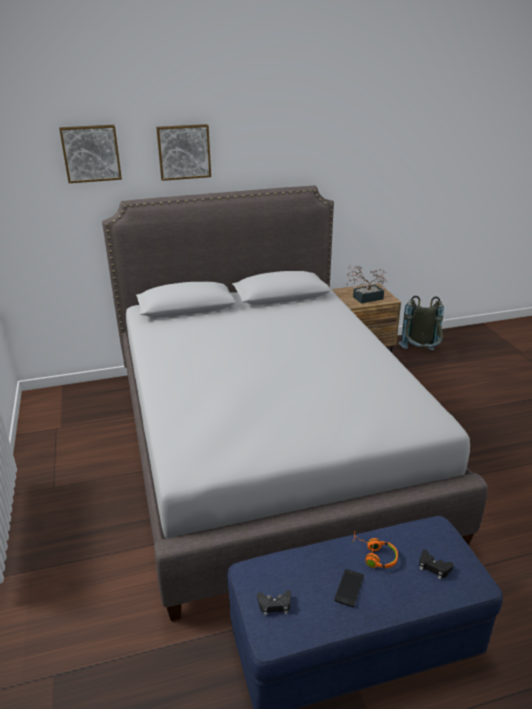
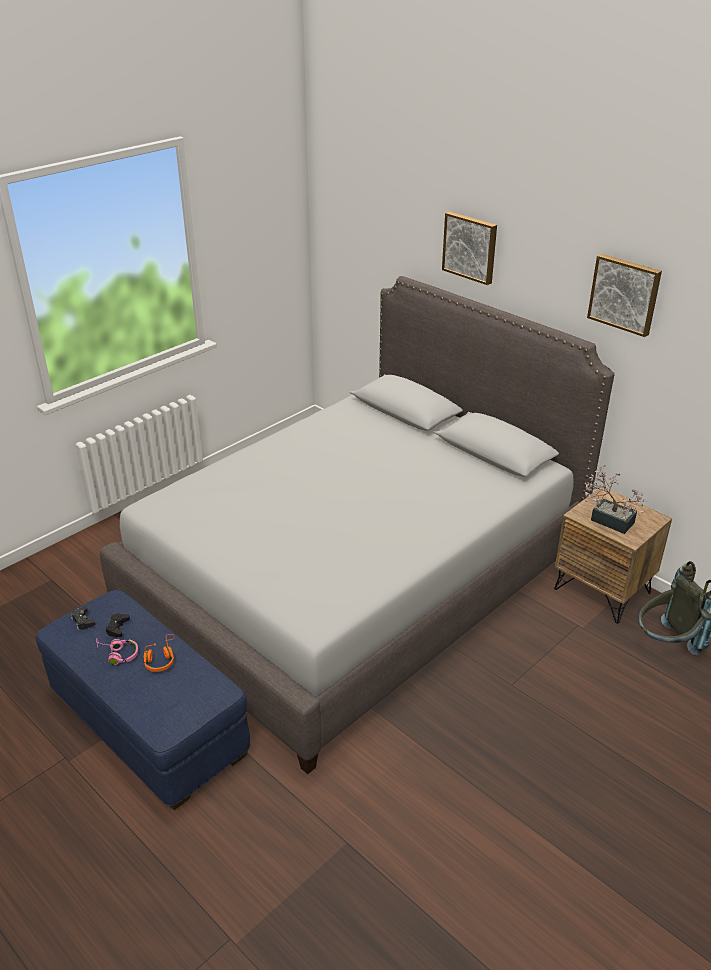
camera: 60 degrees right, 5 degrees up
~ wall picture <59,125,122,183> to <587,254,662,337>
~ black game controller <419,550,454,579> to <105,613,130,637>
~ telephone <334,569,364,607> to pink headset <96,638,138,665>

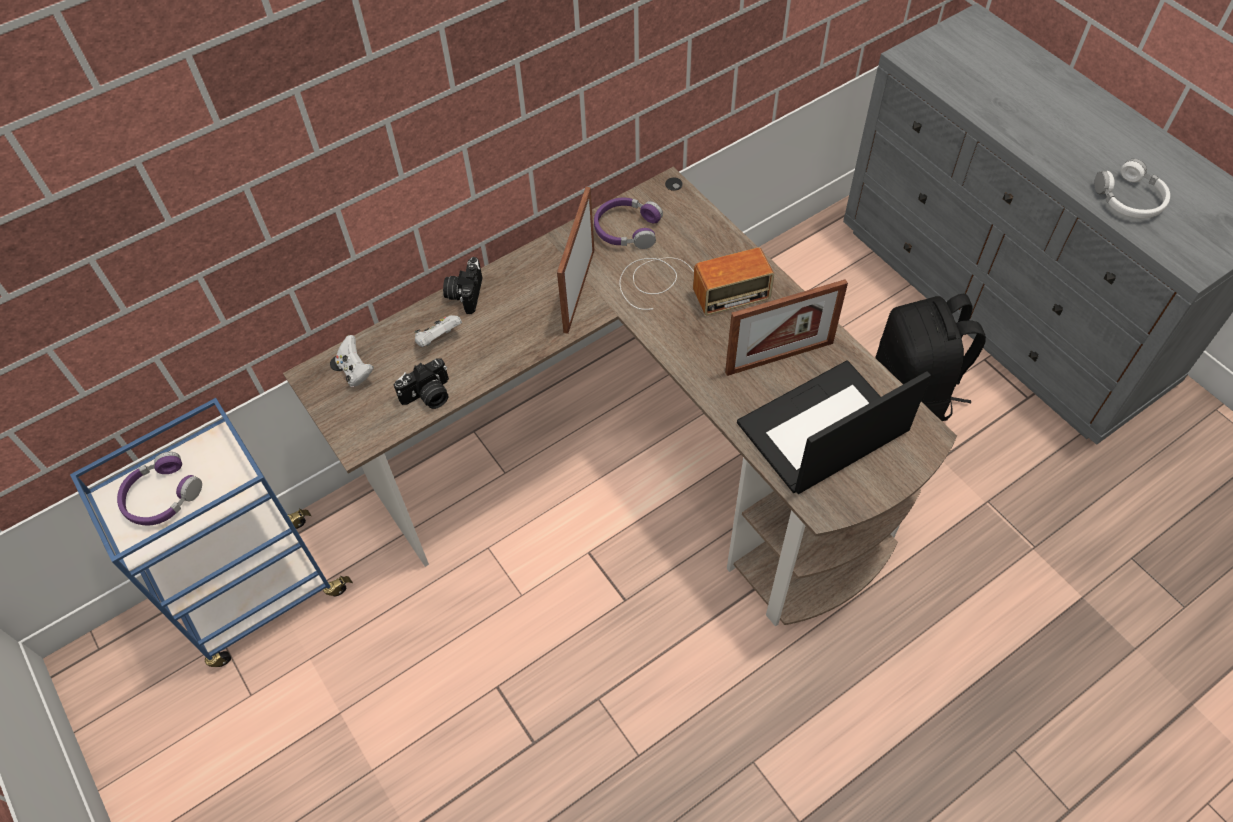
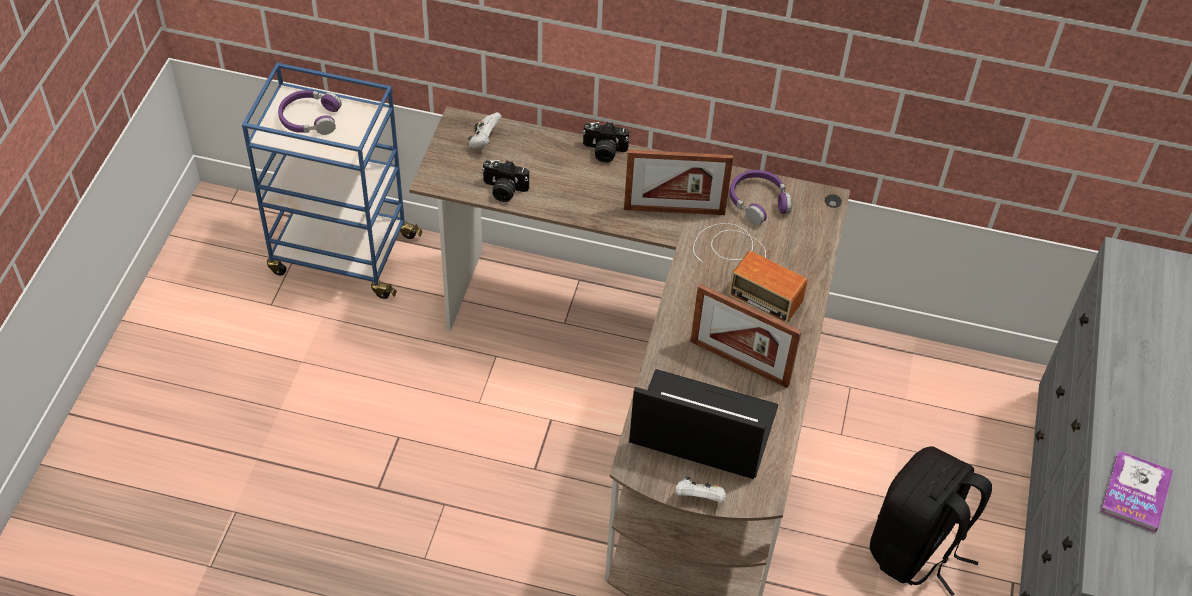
camera: 45 degrees right, 5 degrees down
~ white-coloured headset <1094,159,1170,218> to bound book <1100,451,1173,532>
~ standing frame <557,187,594,334> = <624,150,733,215> 150 degrees counterclockwise
~ still camera <443,257,482,314> = <582,122,629,163> 135 degrees counterclockwise
~ white-coloured game controller <414,315,462,347> to <675,476,726,503>

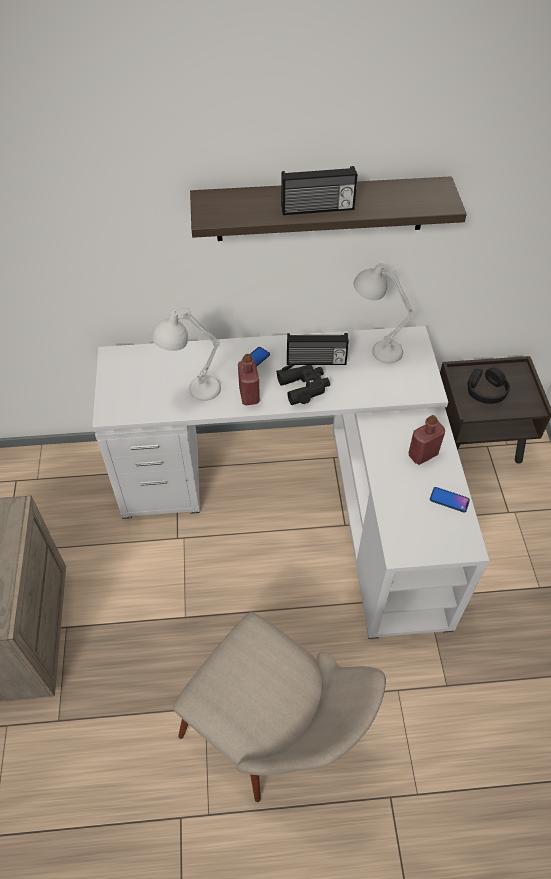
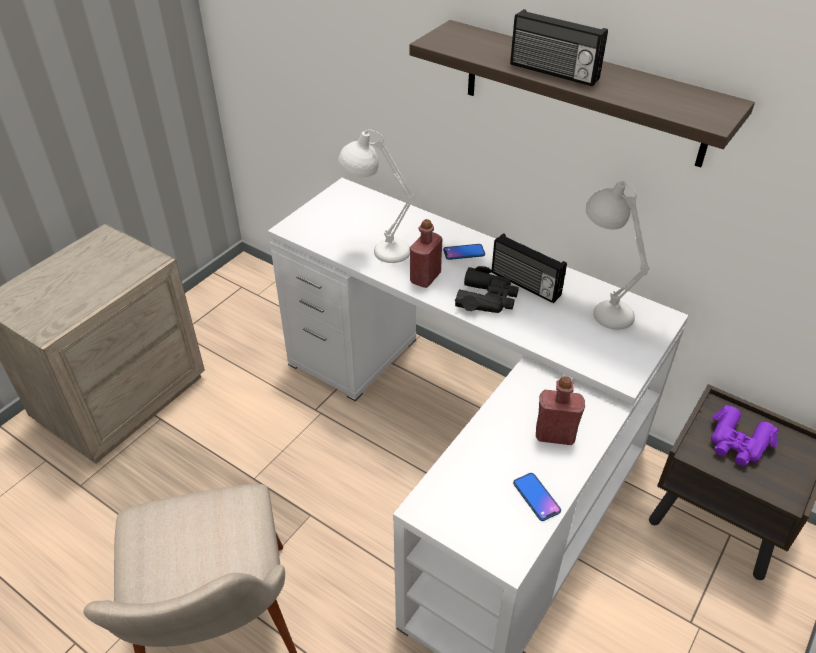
camera: 40 degrees right, 10 degrees down
~ black headset <467,368,510,404> to purple-coloured field glasses <711,405,779,466>

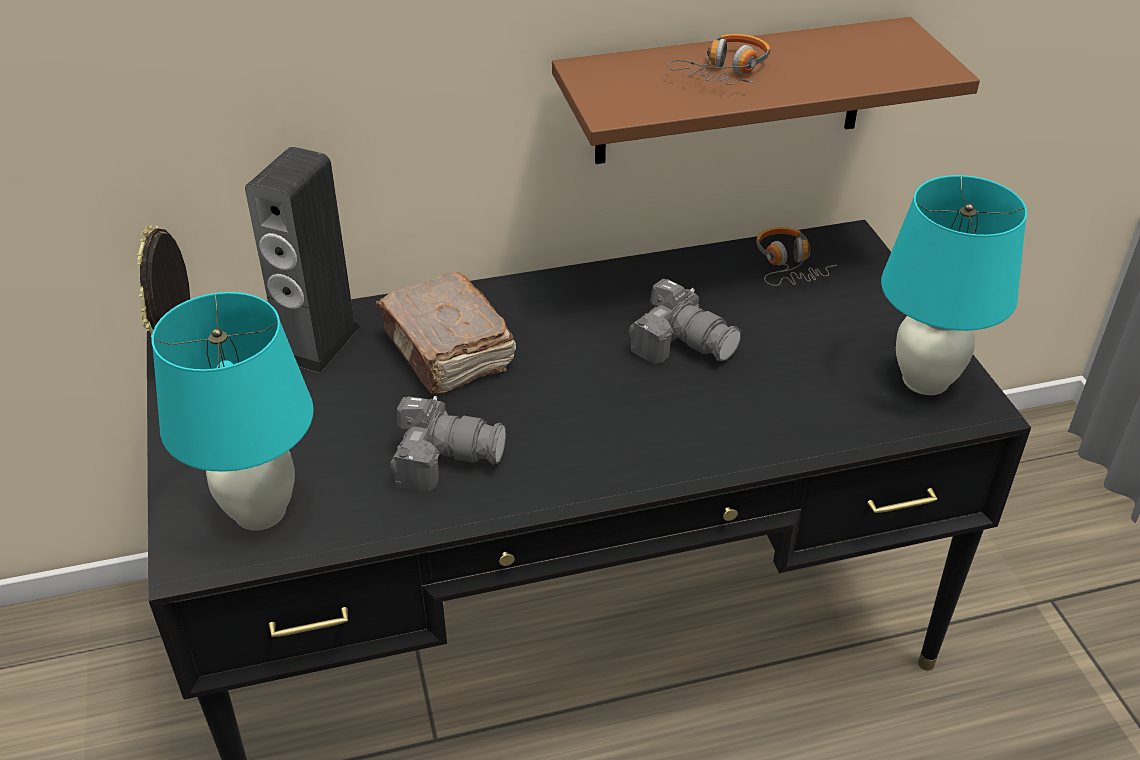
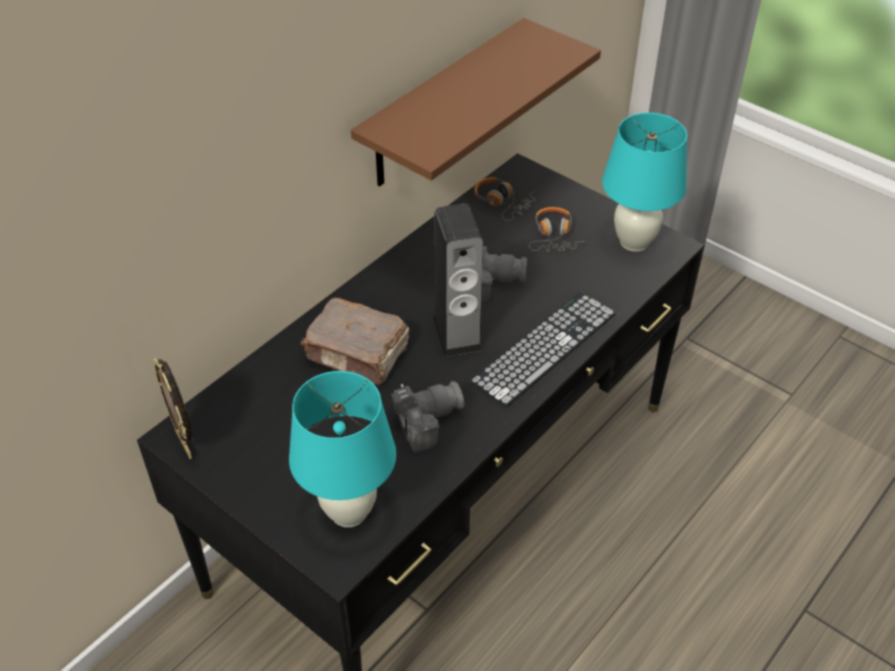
camera: 35 degrees left, 5 degrees up
~ headset <668,34,770,85> to <529,207,585,252>
~ audio speaker <245,147,360,373> to <433,203,483,357>
+ PC keyboard <470,292,616,407>

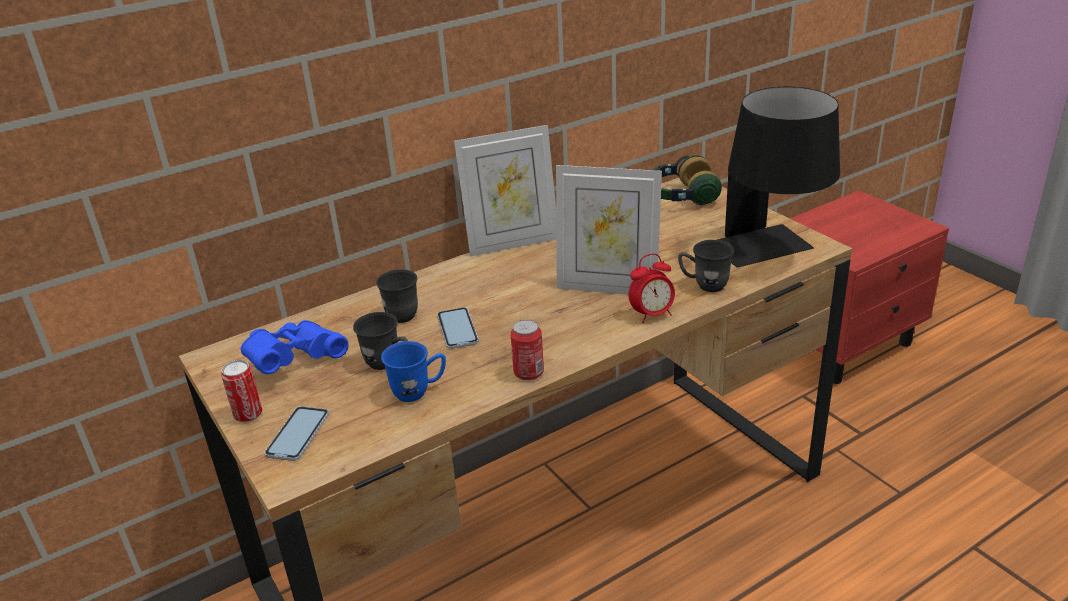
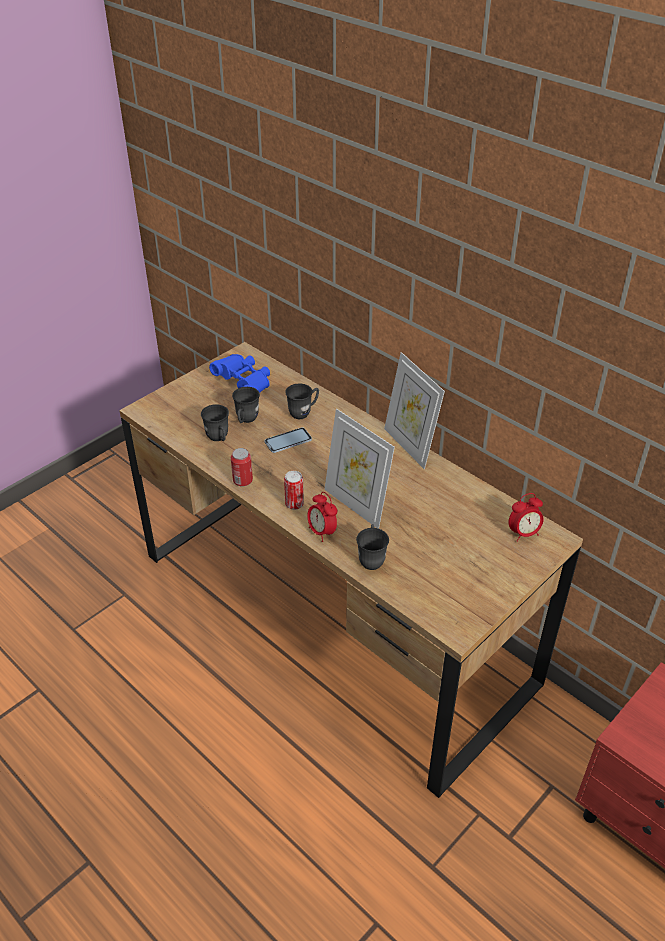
camera: 75 degrees right, 10 degrees up
- black table lamp <717,87,840,267>
~ headset <653,155,722,205> to bedside clock <509,493,544,542>
~ standing frame <556,165,662,295> = <324,409,395,529> 45 degrees counterclockwise
~ bluish mug <381,341,446,402> to gray mug <201,404,229,441>
~ metal can <221,360,262,423> to <284,471,304,510>
- telephone <264,406,329,461>

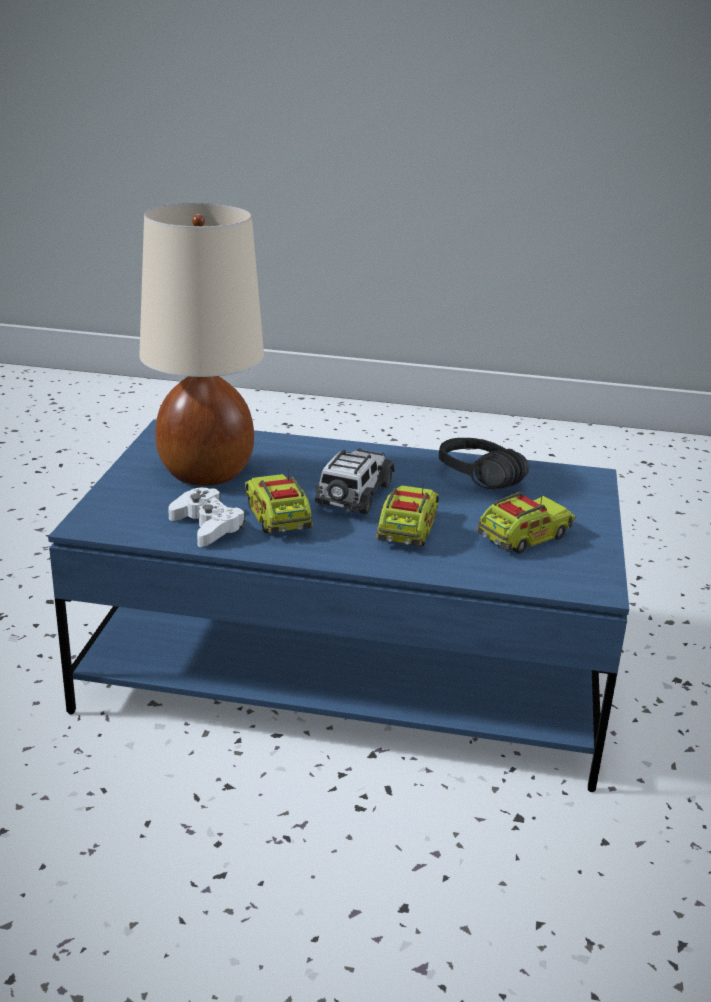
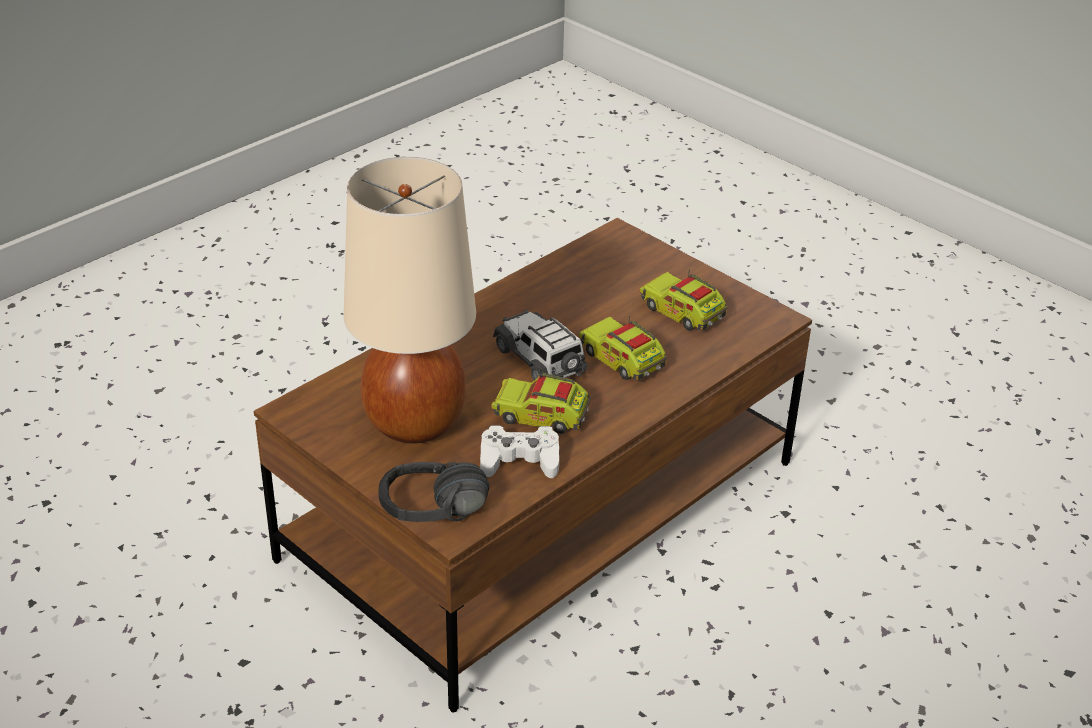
camera: 55 degrees left, 10 degrees up
~ bluish coffee table <48,420,629,792> to brown-coloured coffee table <254,218,812,712>
~ black headset <439,438,529,489> to <379,462,489,522>
~ model truck <477,492,575,554> = <640,269,728,331> 45 degrees counterclockwise

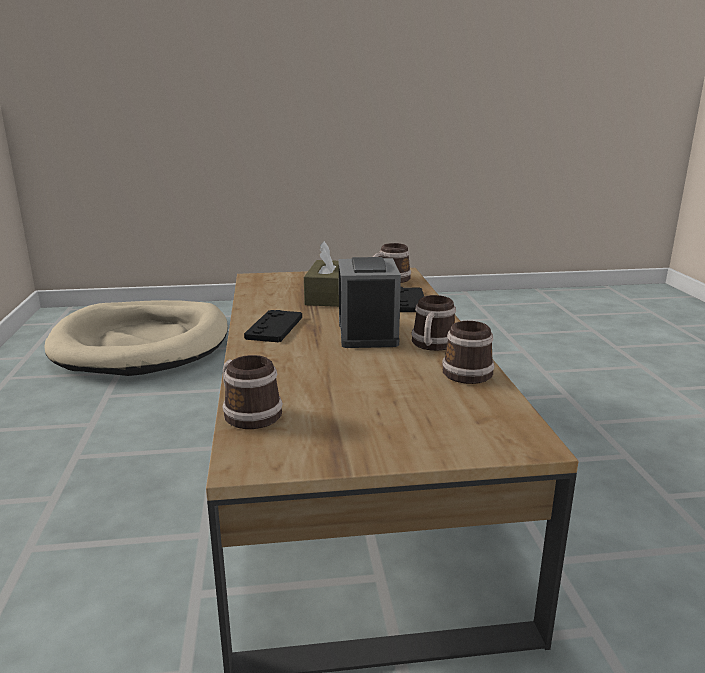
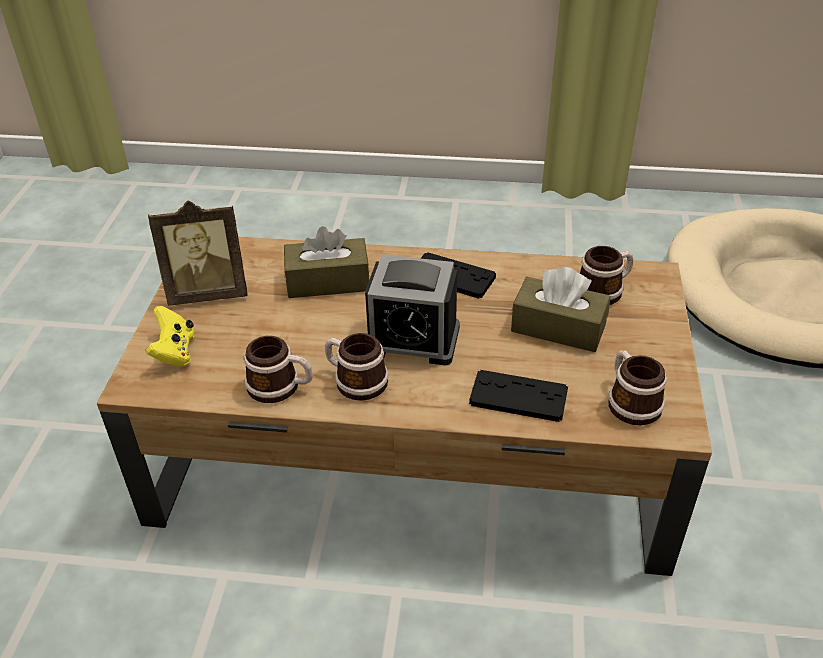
camera: 105 degrees right, 20 degrees up
~ mug <223,355,283,429> to <580,246,634,305>
+ standing frame <148,201,248,306>
+ brown-coloured box of tissues <284,226,369,298>
+ yellow-coloured game controller <145,306,194,367>

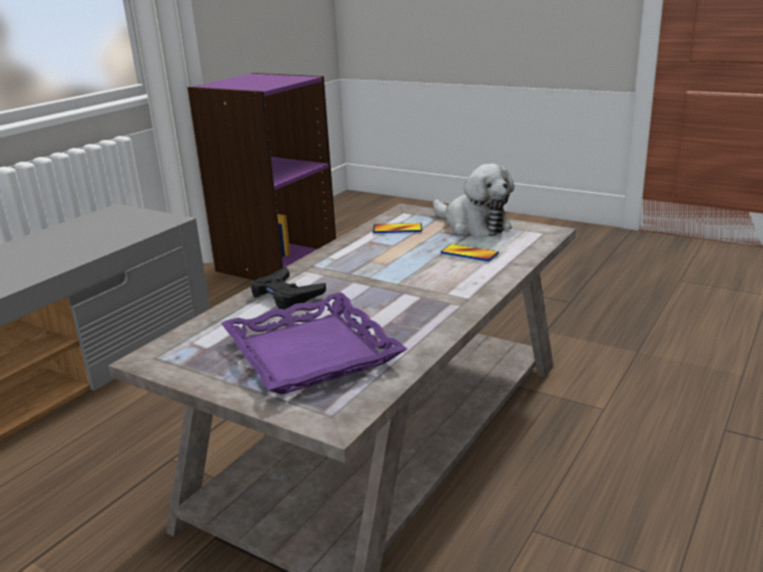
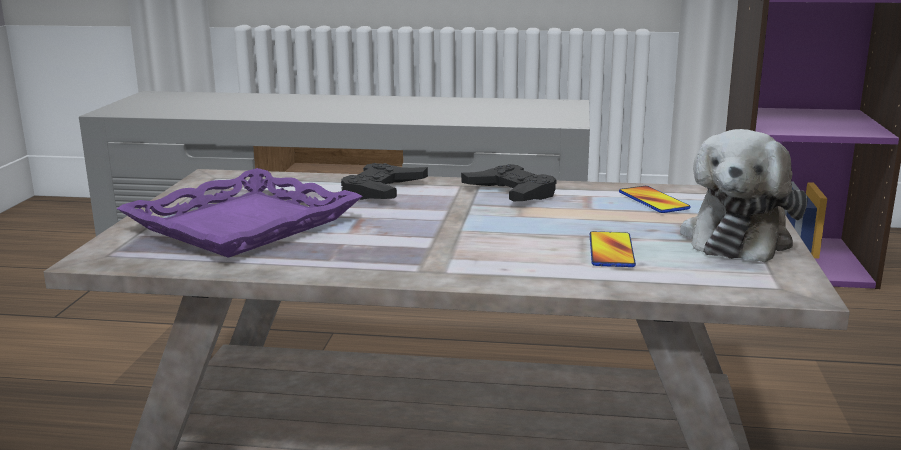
camera: 65 degrees right, 5 degrees down
+ black game controller <461,164,556,201>

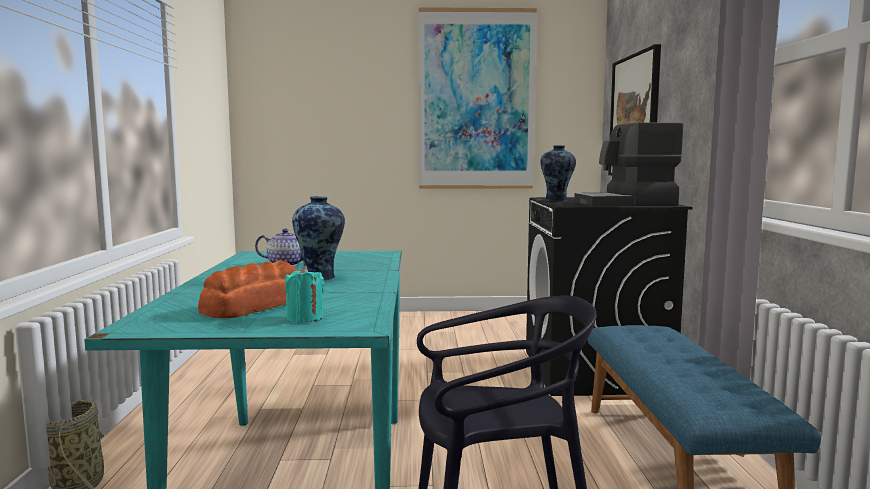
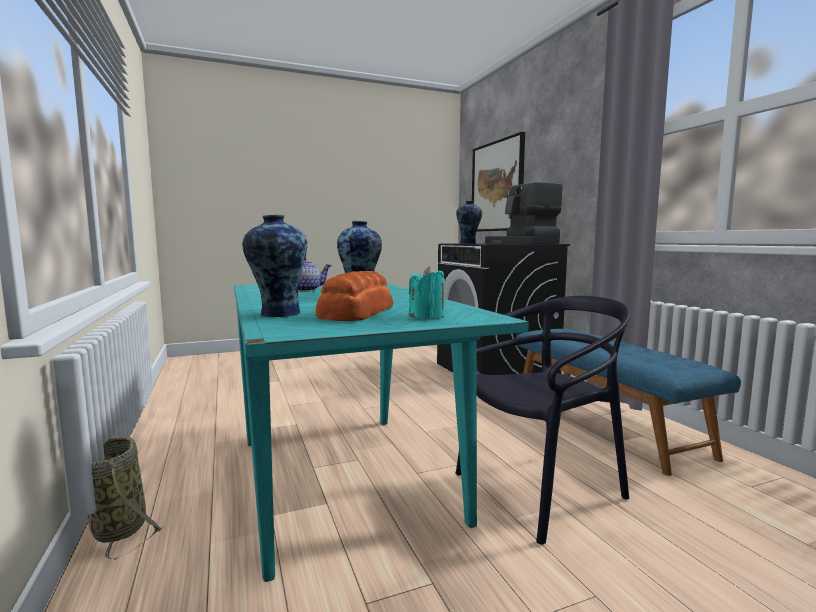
camera: 20 degrees left, 0 degrees up
- wall picture <419,7,537,189>
+ flower vase <242,215,307,317>

